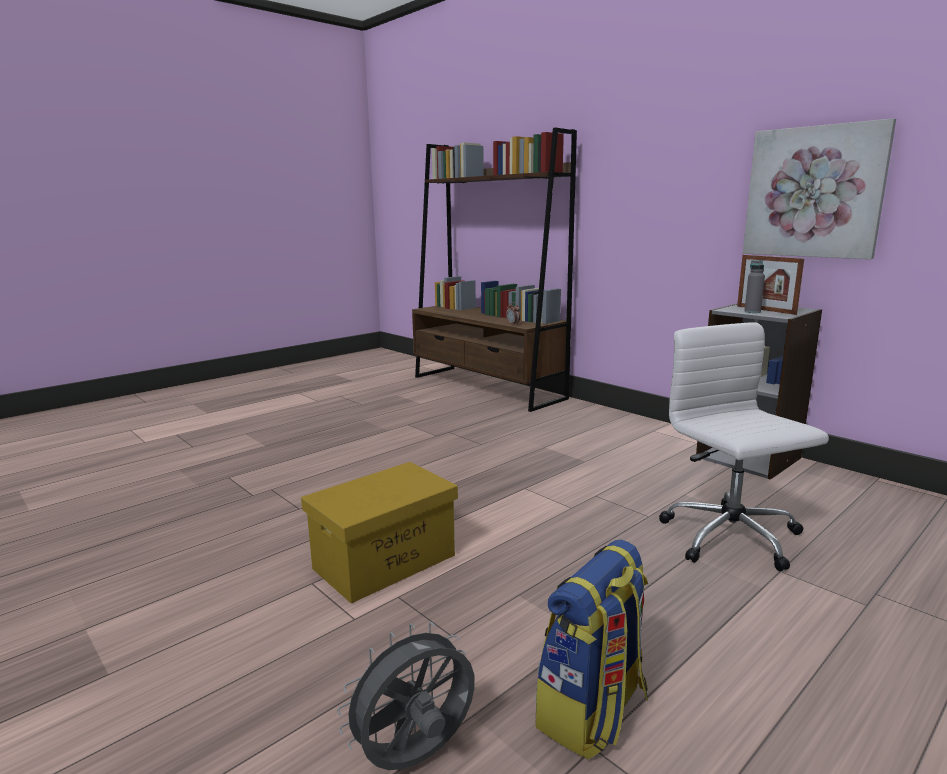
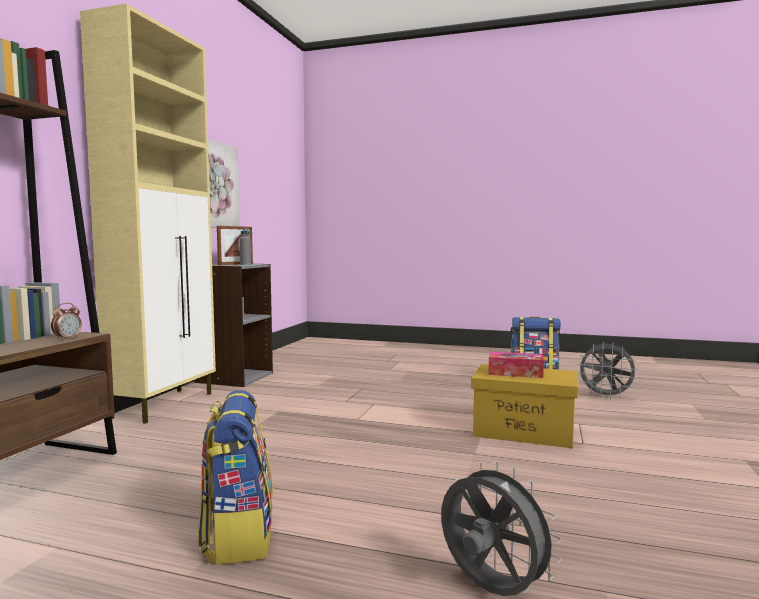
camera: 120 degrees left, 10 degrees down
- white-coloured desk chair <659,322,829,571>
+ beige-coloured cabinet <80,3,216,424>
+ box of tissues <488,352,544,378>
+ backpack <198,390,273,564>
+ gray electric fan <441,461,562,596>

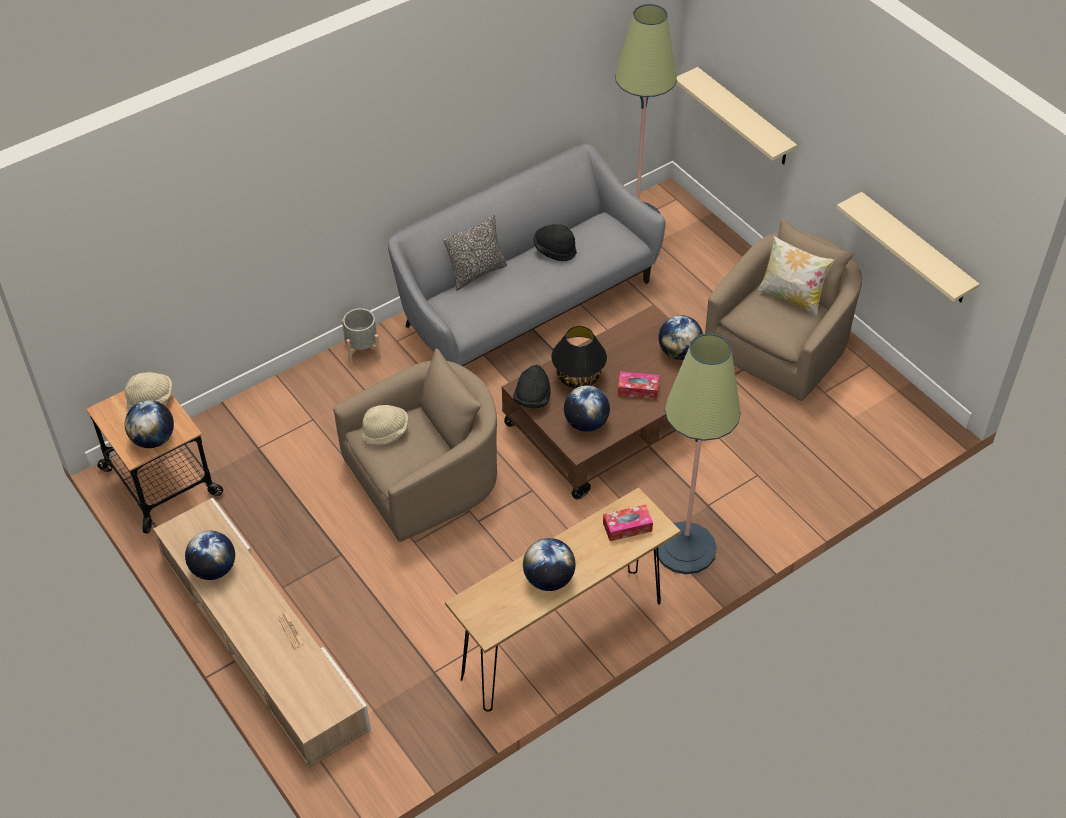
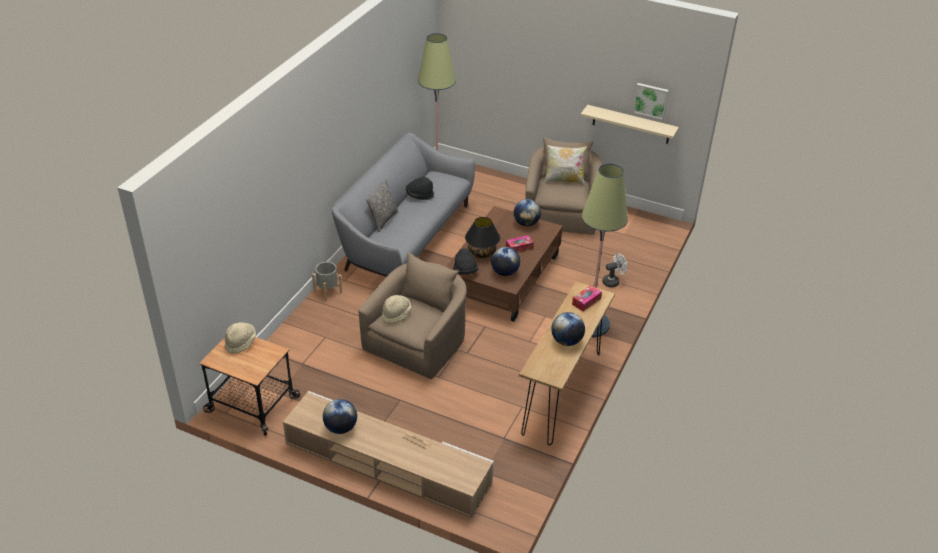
camera: 30 degrees left, 10 degrees down
- beige-coloured bracket shelf <676,67,797,165>
- desk globe <125,400,174,448>
+ wall picture <633,83,669,120>
+ white-coloured electric fan <602,253,628,287>

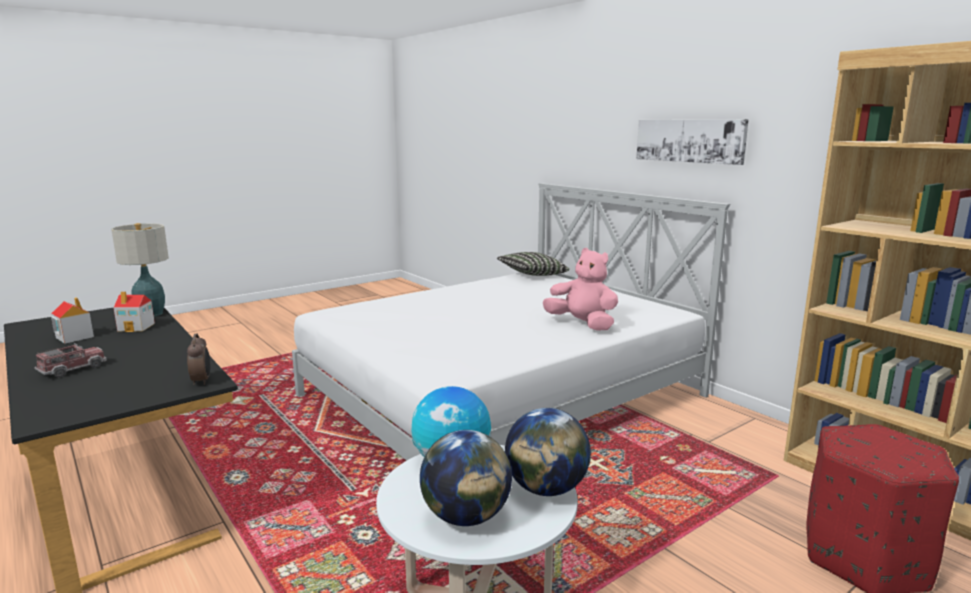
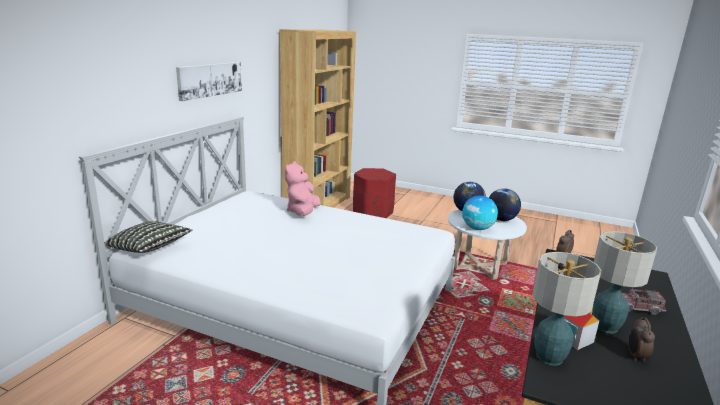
camera: 120 degrees left, 5 degrees up
~ model house <51,297,94,344> to bedside clock <628,317,655,362>
+ table lamp <592,231,657,334>

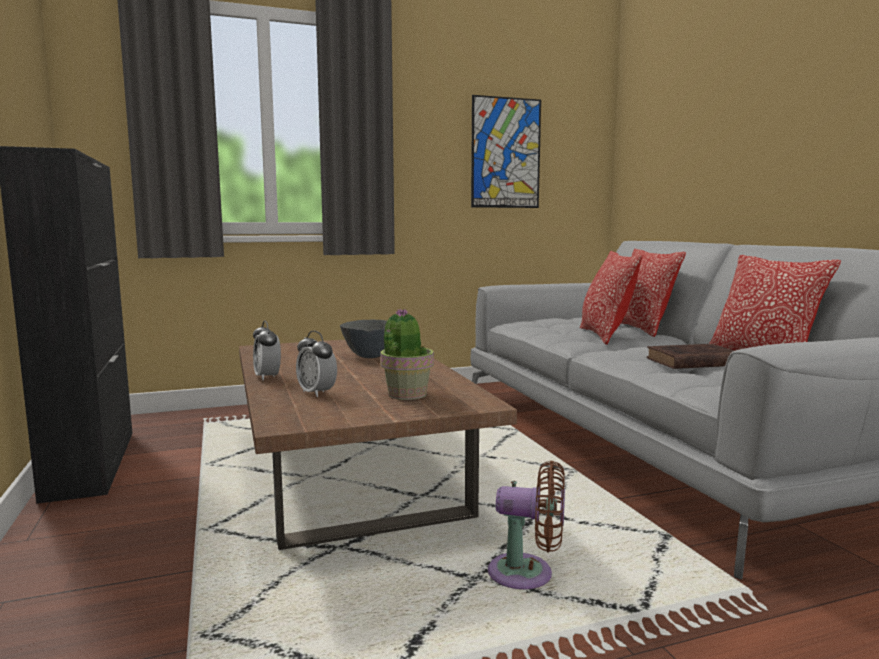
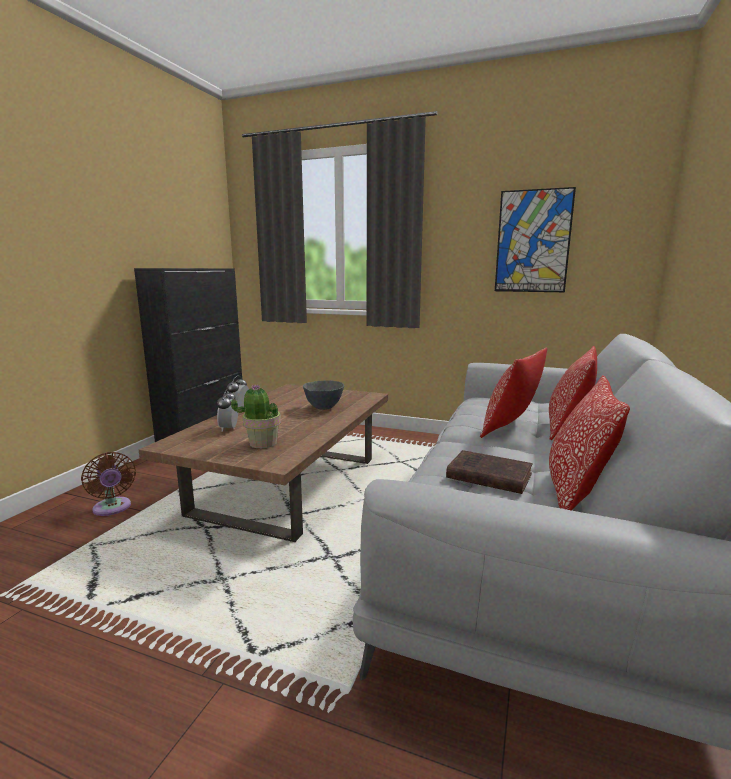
camera: 40 degrees right, 5 degrees up
~ brown-coloured electric fan <488,461,565,589> to <81,452,136,516>

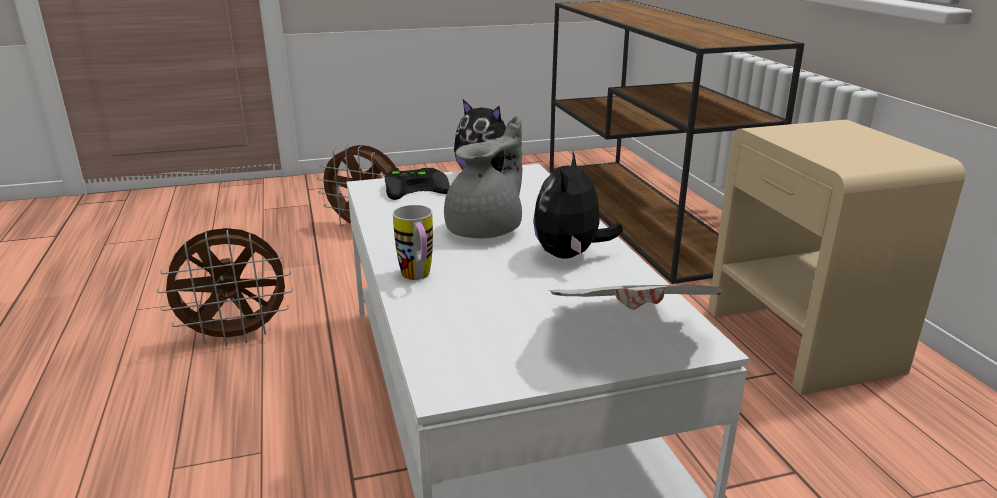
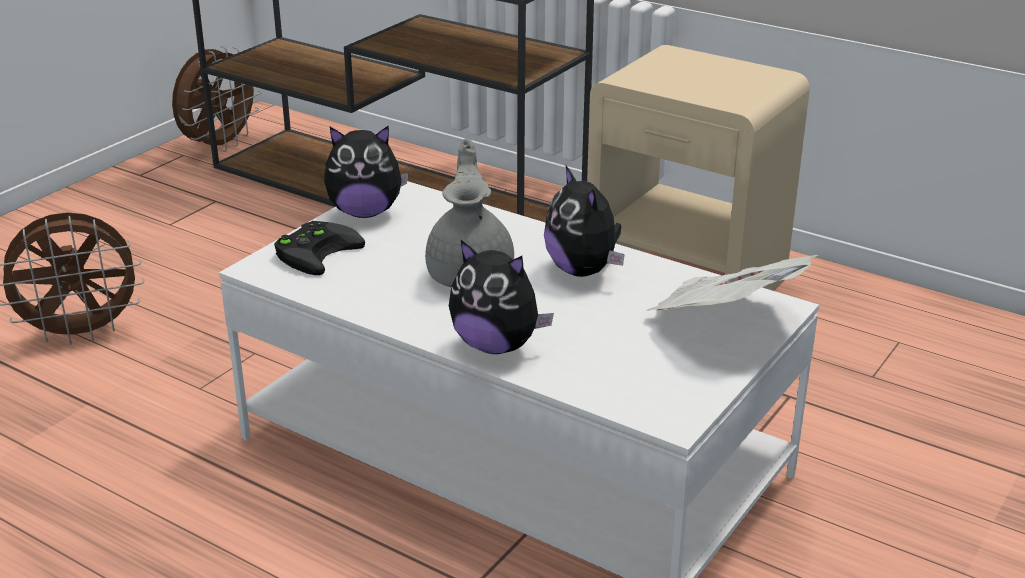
camera: 40 degrees left, 5 degrees up
~ mug <393,205,433,280> to plush toy <449,239,554,354>
~ brown-coloured electric fan <157,228,293,347> to <172,46,262,152>

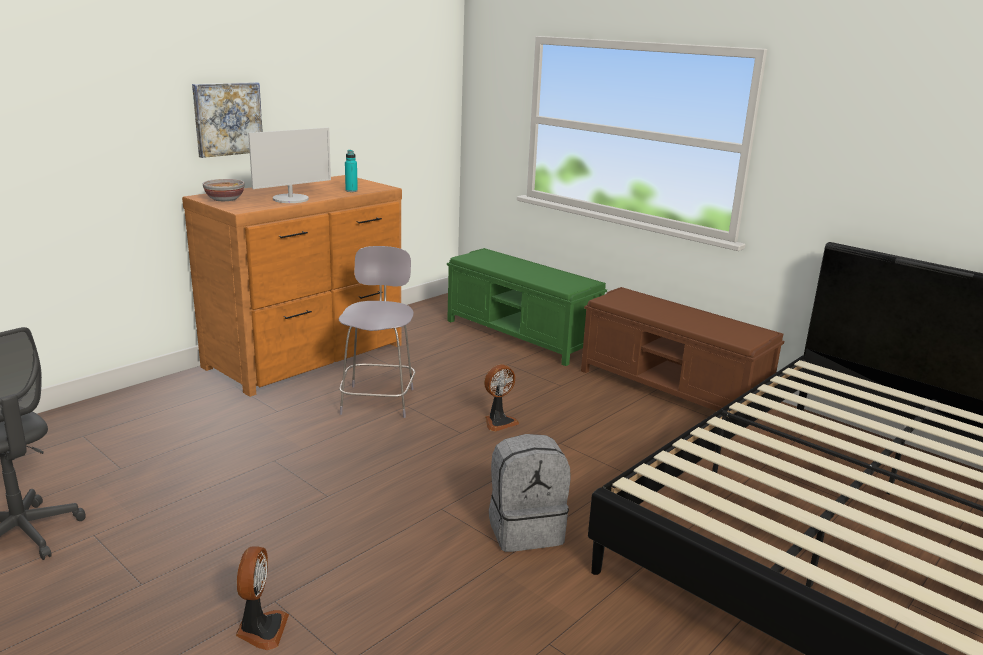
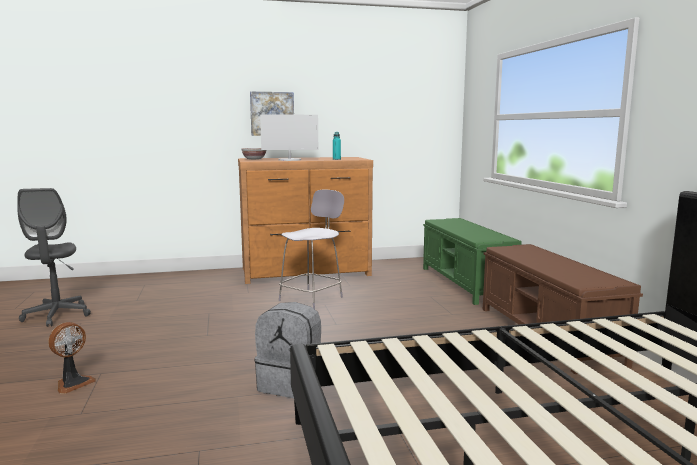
camera: 35 degrees right, 10 degrees down
- electric fan <484,364,519,432>

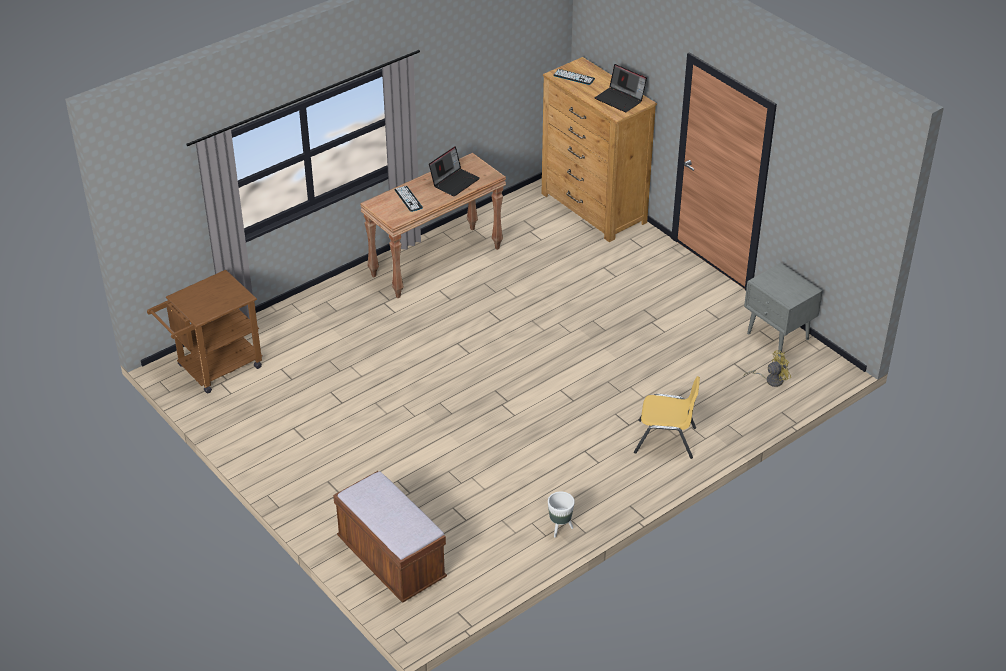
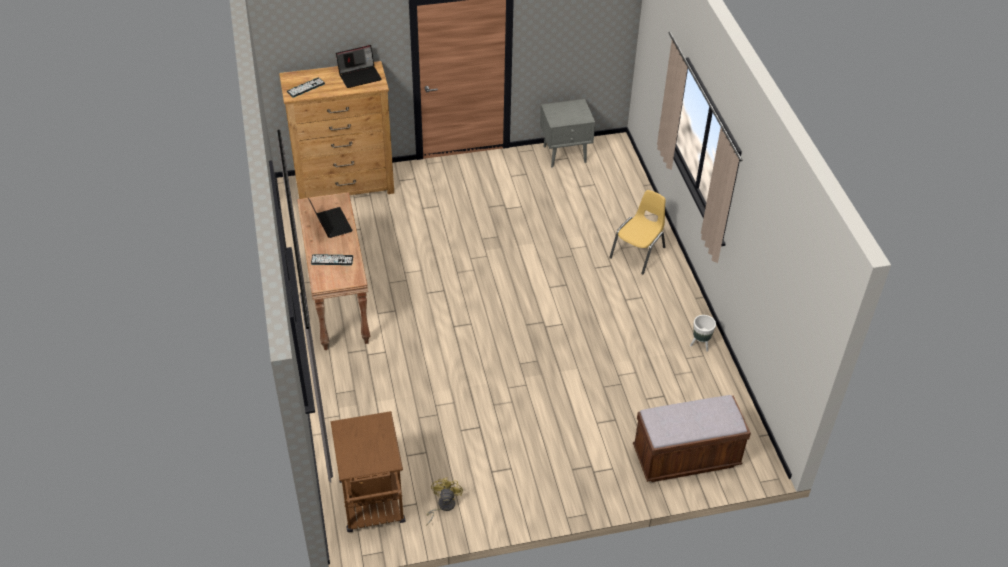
camera: 65 degrees left, 5 degrees up
~ yellow-coloured electric fan <744,351,791,387> to <426,477,463,526>

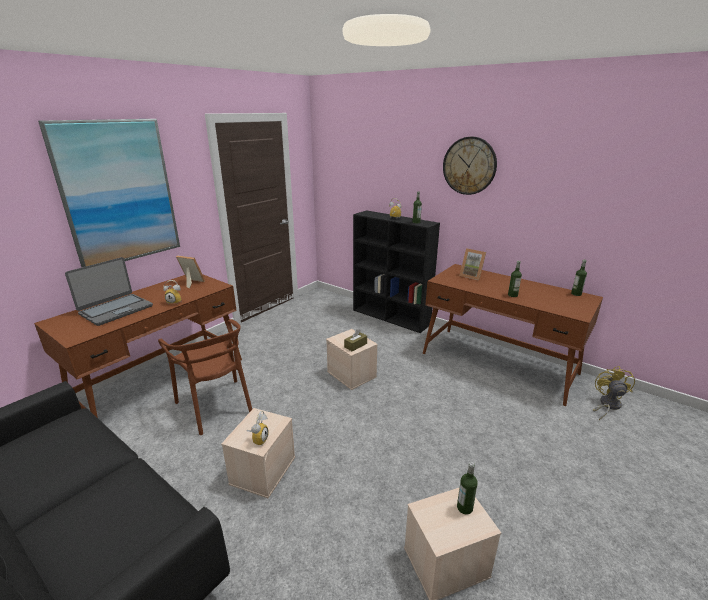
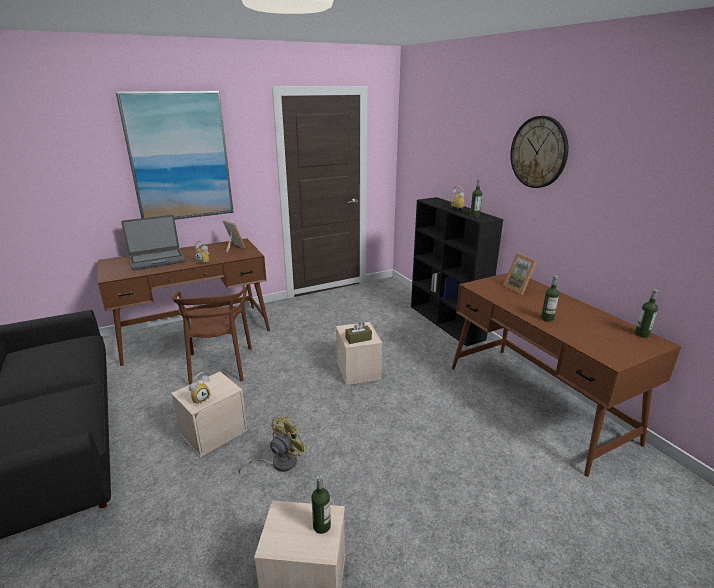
camera: 25 degrees right, 0 degrees up
~ yellow-coloured electric fan <593,366,635,420> to <238,416,308,474>

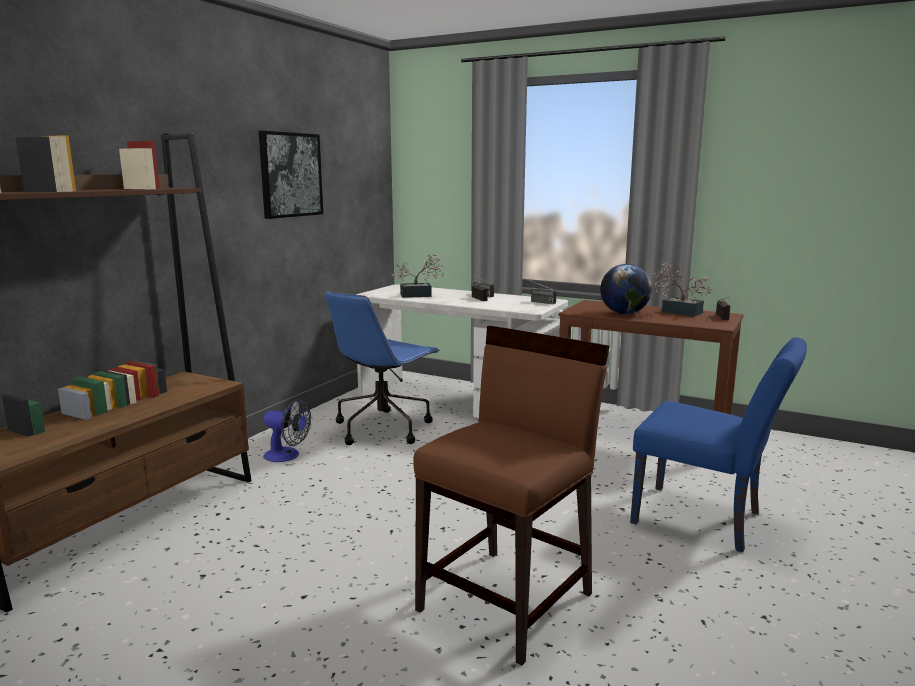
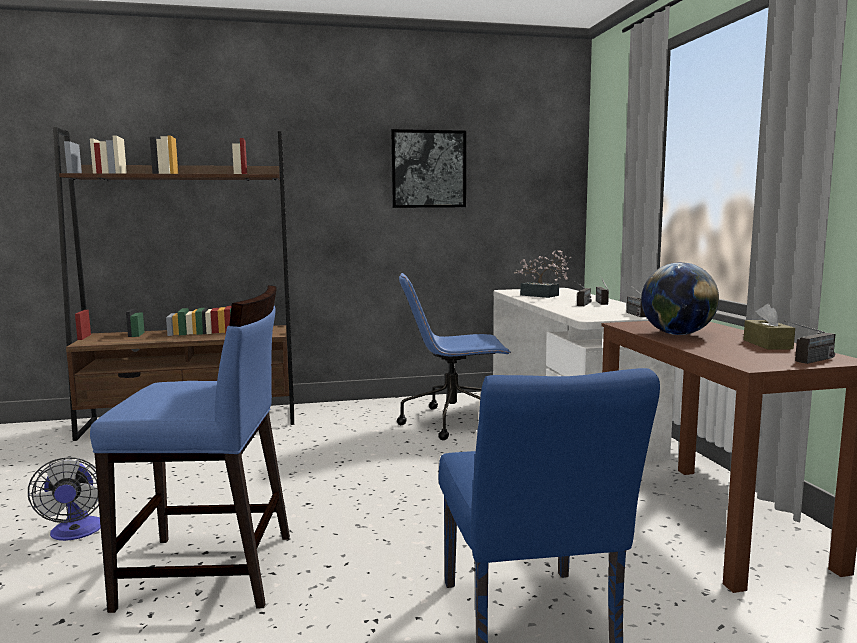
camera: 50 degrees right, 5 degrees down
~ plant in a pot <653,263,712,317> to brown-coloured box of tissues <743,304,795,350>
~ brown-coloured upright chair <413,326,610,666> to bluish upright chair <90,285,290,613>
~ electric fan <263,399,311,462> to <28,457,101,541>

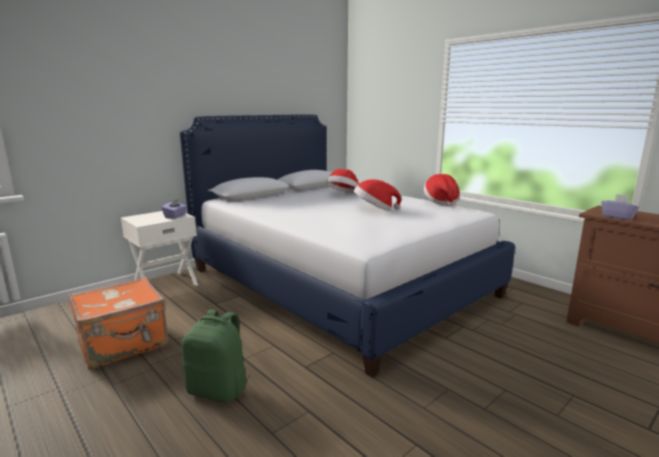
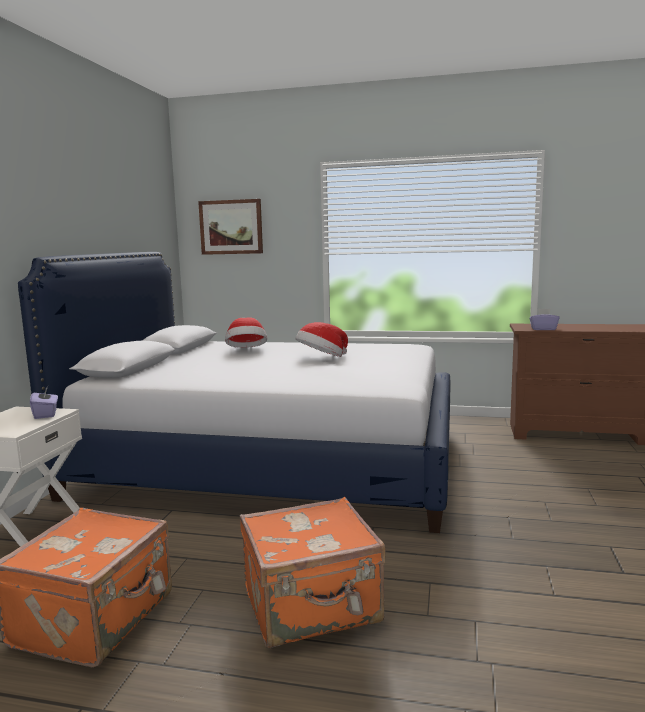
camera: 35 degrees left, 5 degrees down
- hat <423,174,460,207>
~ greenish backpack <181,309,247,403> to orangey suitcase <240,497,386,648>
+ wall picture <198,199,263,255>

